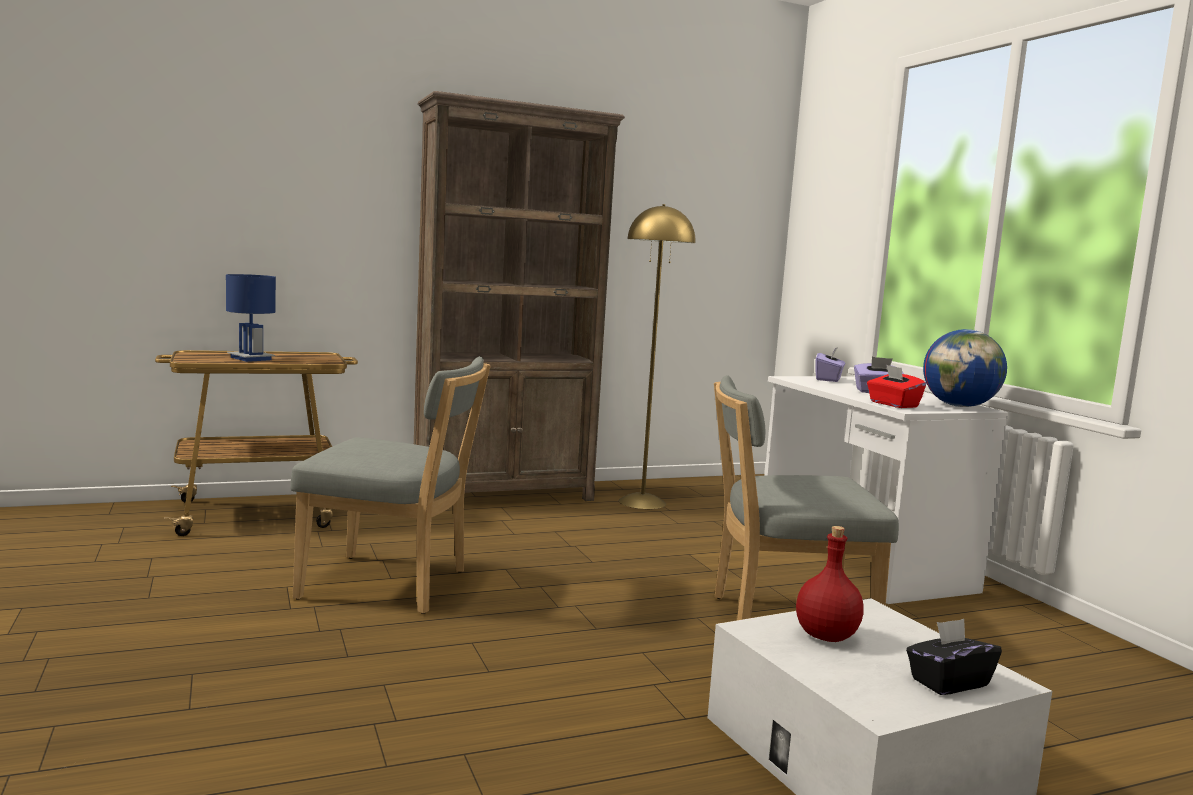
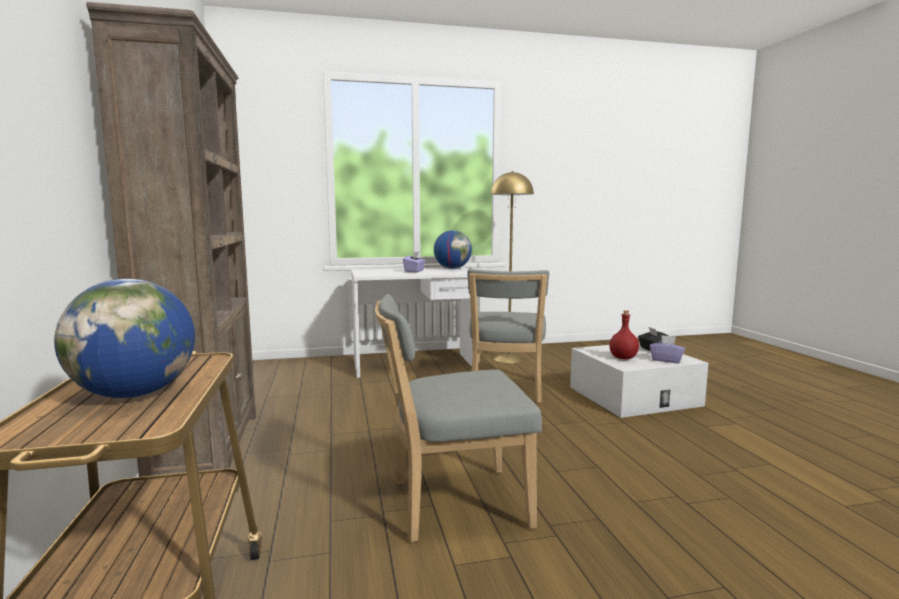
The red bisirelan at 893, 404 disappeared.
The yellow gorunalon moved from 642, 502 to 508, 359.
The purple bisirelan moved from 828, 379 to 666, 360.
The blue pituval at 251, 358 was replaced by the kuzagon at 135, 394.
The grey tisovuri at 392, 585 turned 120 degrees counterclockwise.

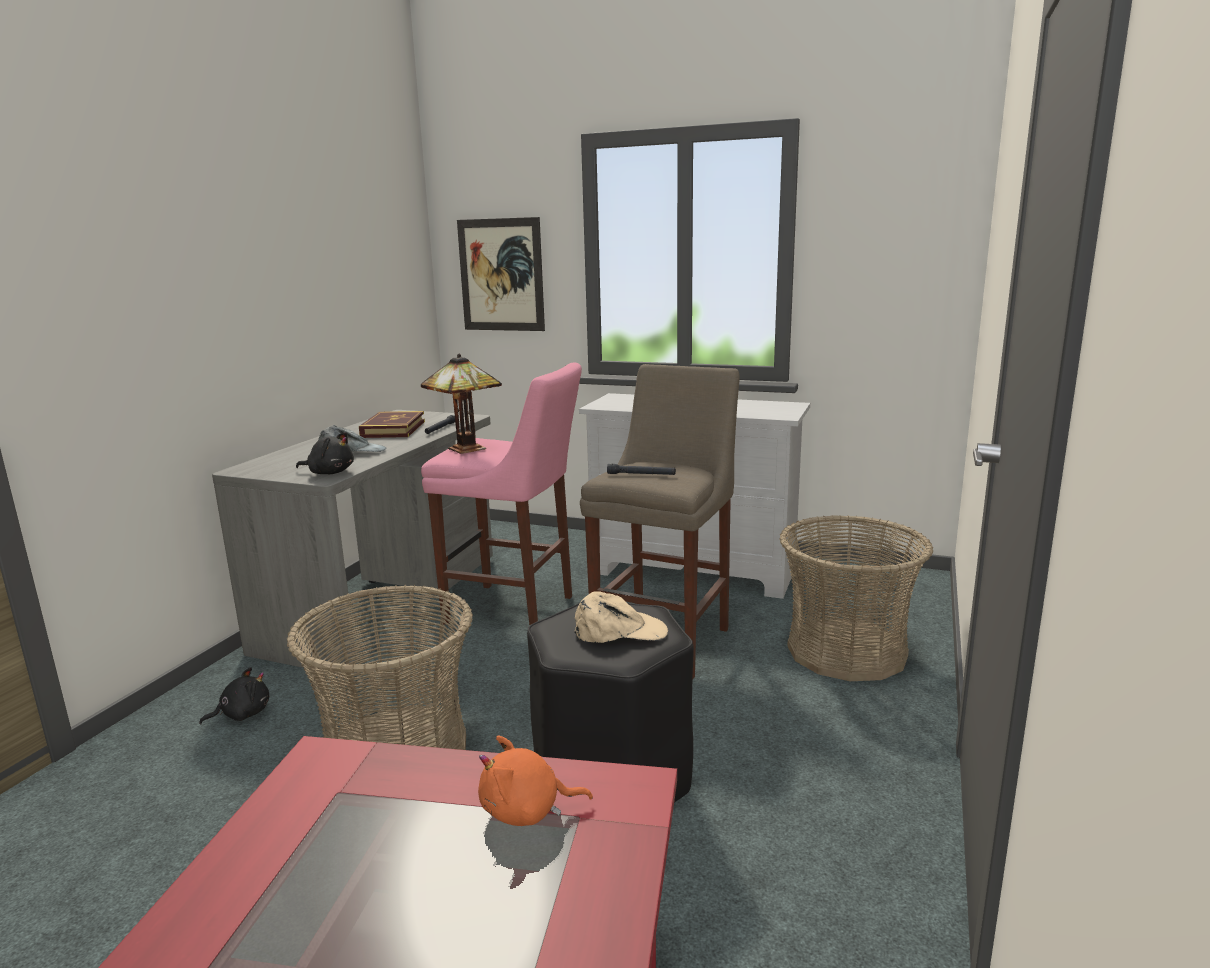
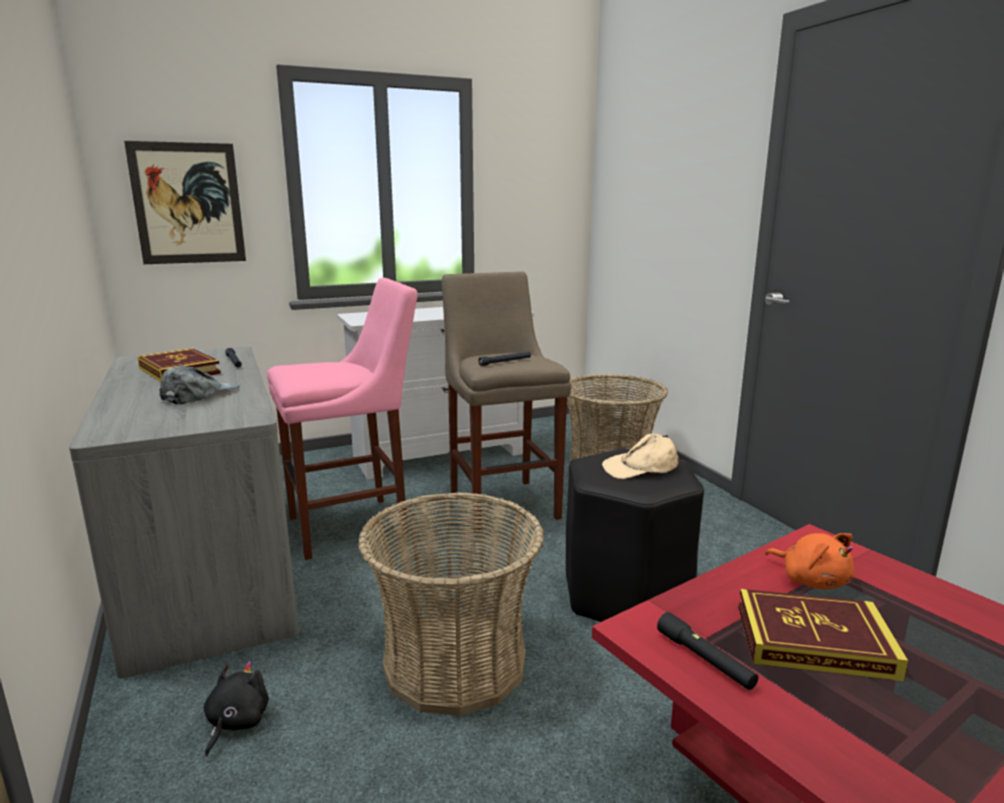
The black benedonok at 329, 472 disappeared.
The pituval at 465, 450 disappeared.
The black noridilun at 705, 659 appeared.
The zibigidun at 814, 641 appeared.
The orange benedonok at 527, 811 turned 75 degrees counterclockwise.
The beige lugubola at 620, 631 turned 150 degrees counterclockwise.

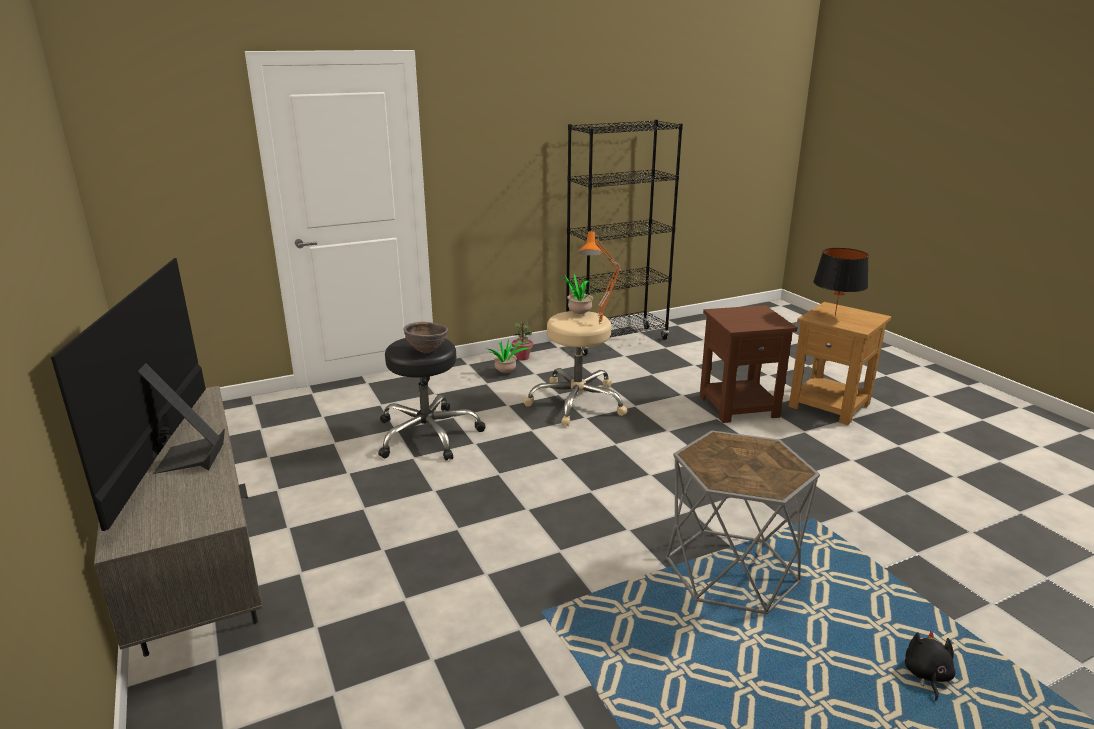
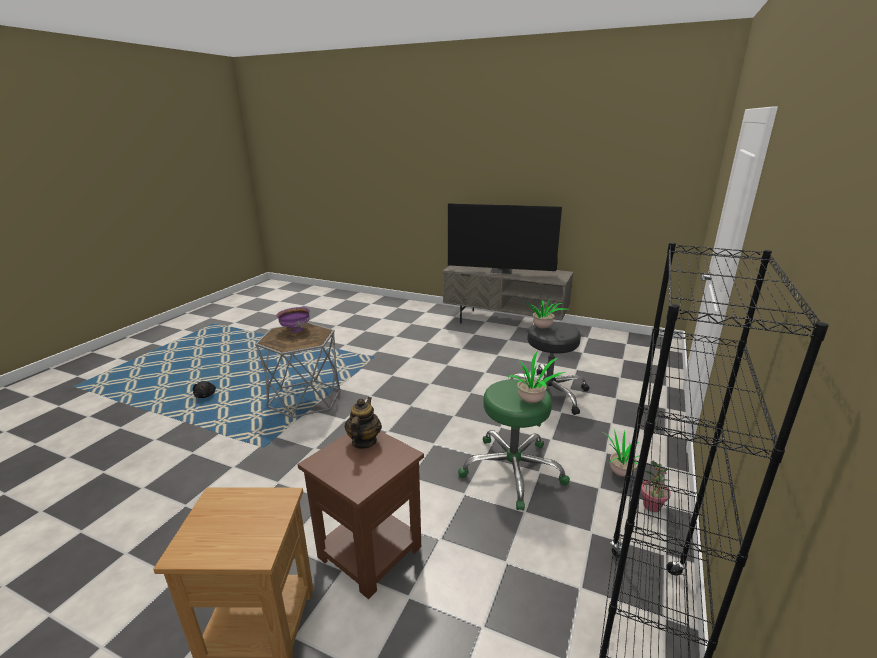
The orange pituval at 601, 324 disappeared.
The black pituval at 834, 316 disappeared.
The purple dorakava at 295, 330 appeared.
The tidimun at 363, 442 appeared.
The brown dorakava at 427, 351 was replaced by the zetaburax at 542, 328.
The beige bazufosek at 576, 402 became the green bazufosek at 513, 470.
The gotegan at 180, 459 turned 150 degrees clockwise.

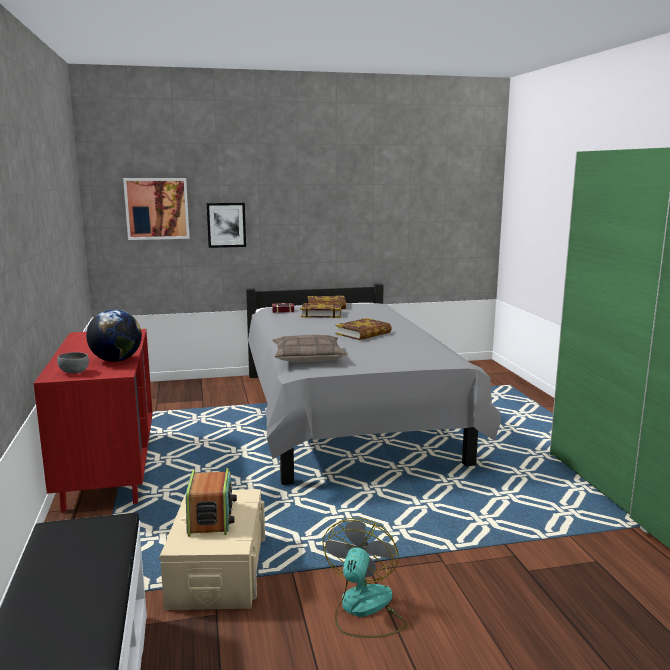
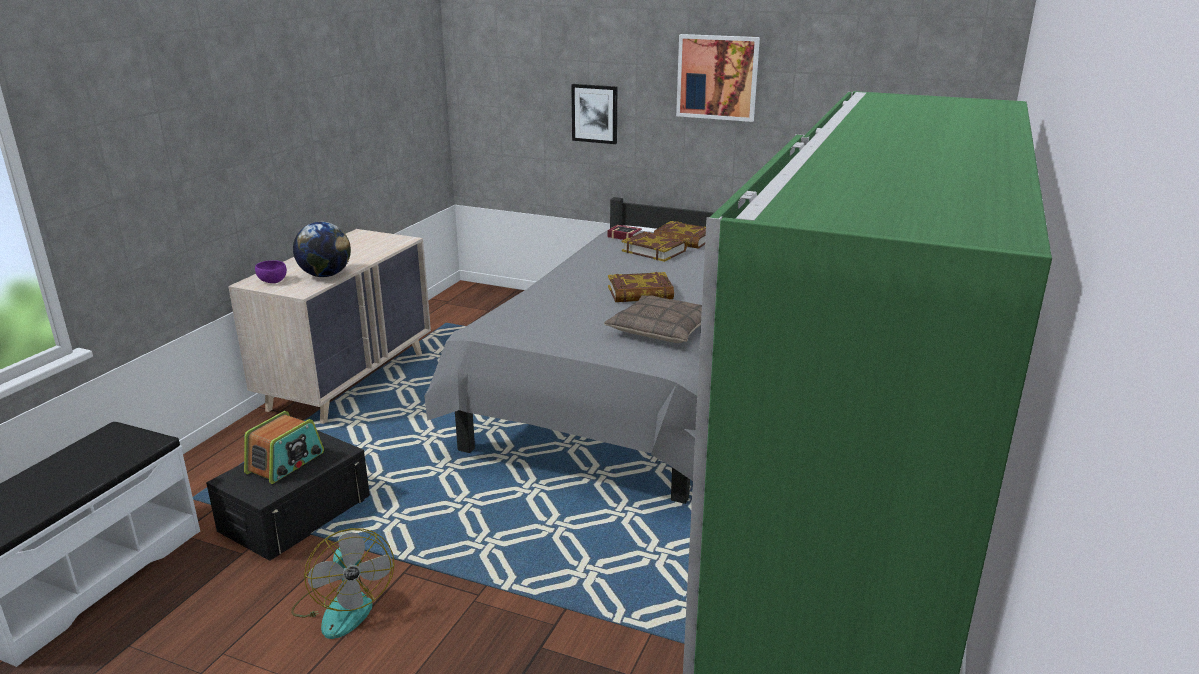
The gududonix moved from 157, 208 to 717, 77.
The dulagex moved from 308, 357 to 662, 329.
The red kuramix at 109, 469 became the beige kuramix at 349, 380.
The grey dorakava at 74, 372 became the purple dorakava at 273, 281.
The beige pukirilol at 217, 569 became the black pukirilol at 295, 513.
The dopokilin at 364, 609 turned 105 degrees clockwise.

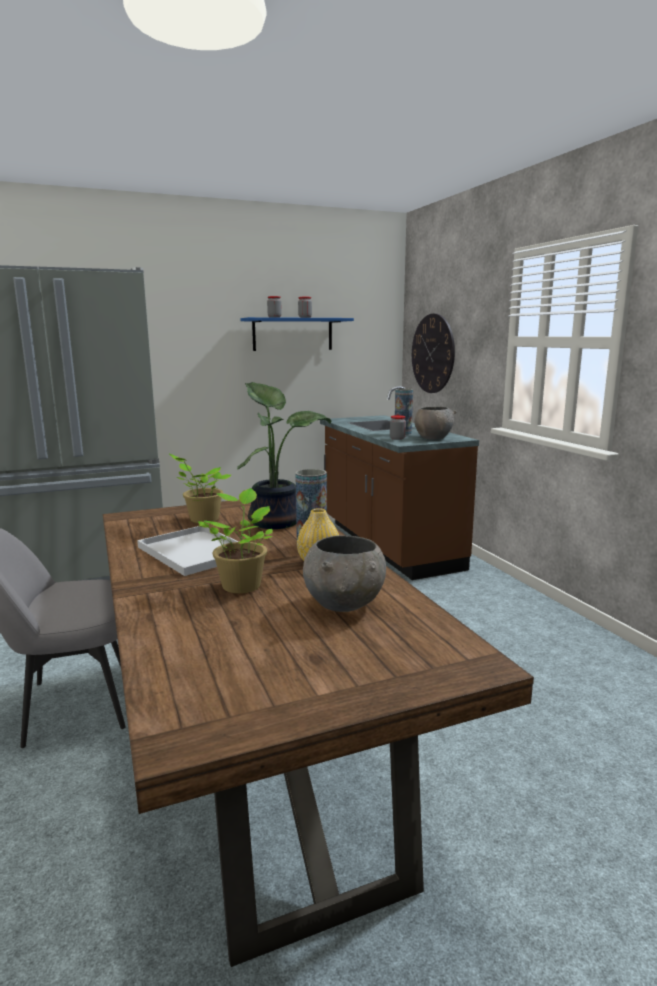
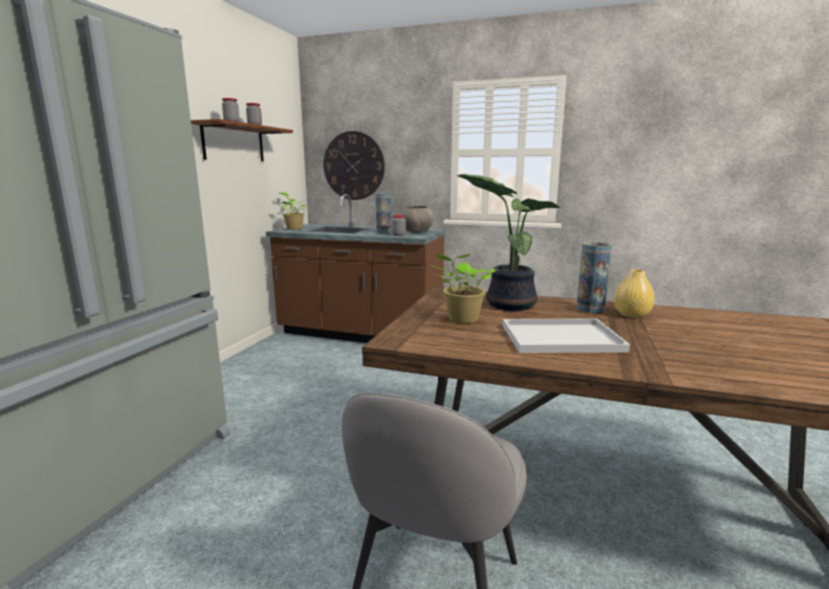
The grey dorakava at 345, 604 disappeared.
The zetaburax moved from 242, 584 to 293, 228.
The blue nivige at 292, 334 became the brown nivige at 234, 143.

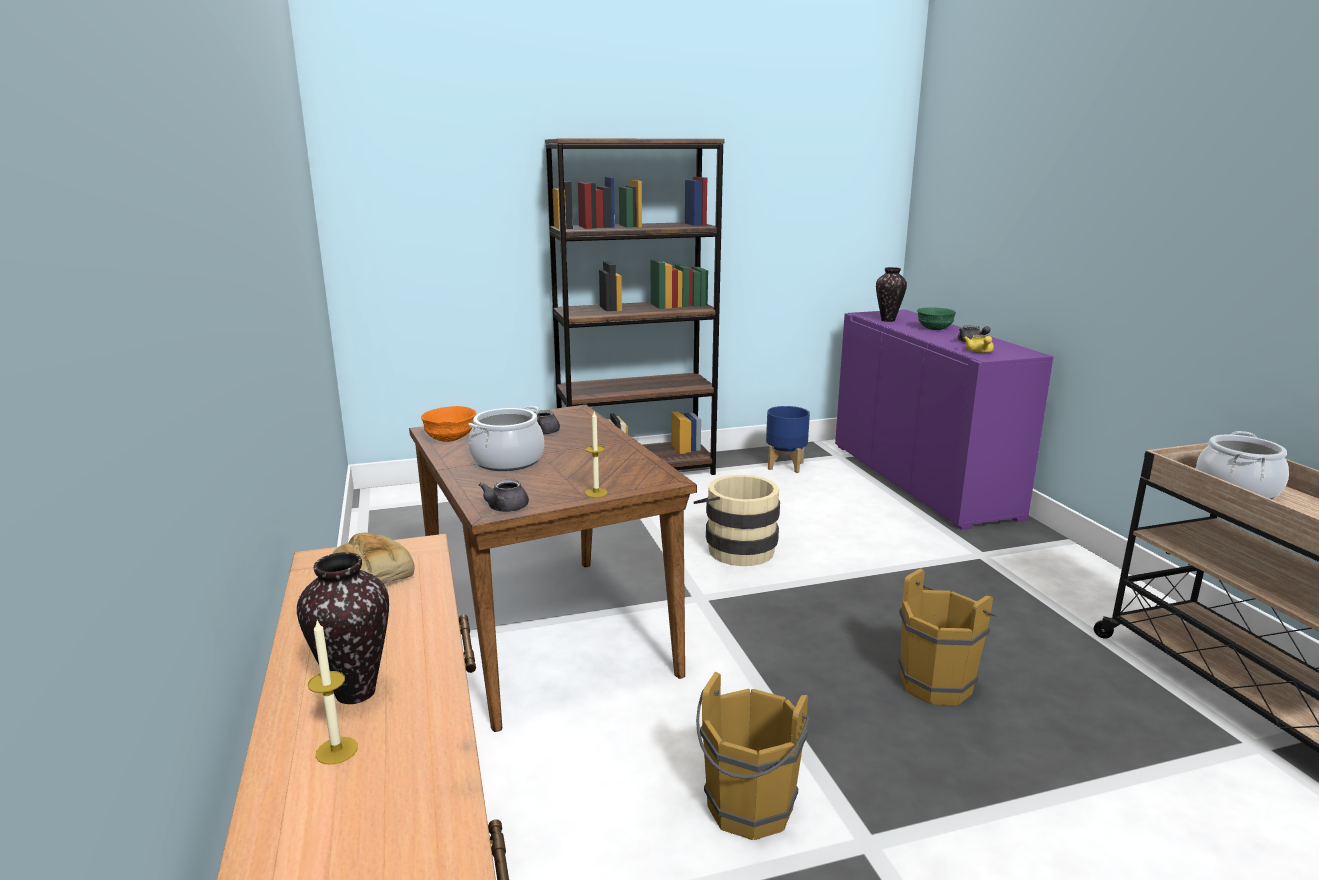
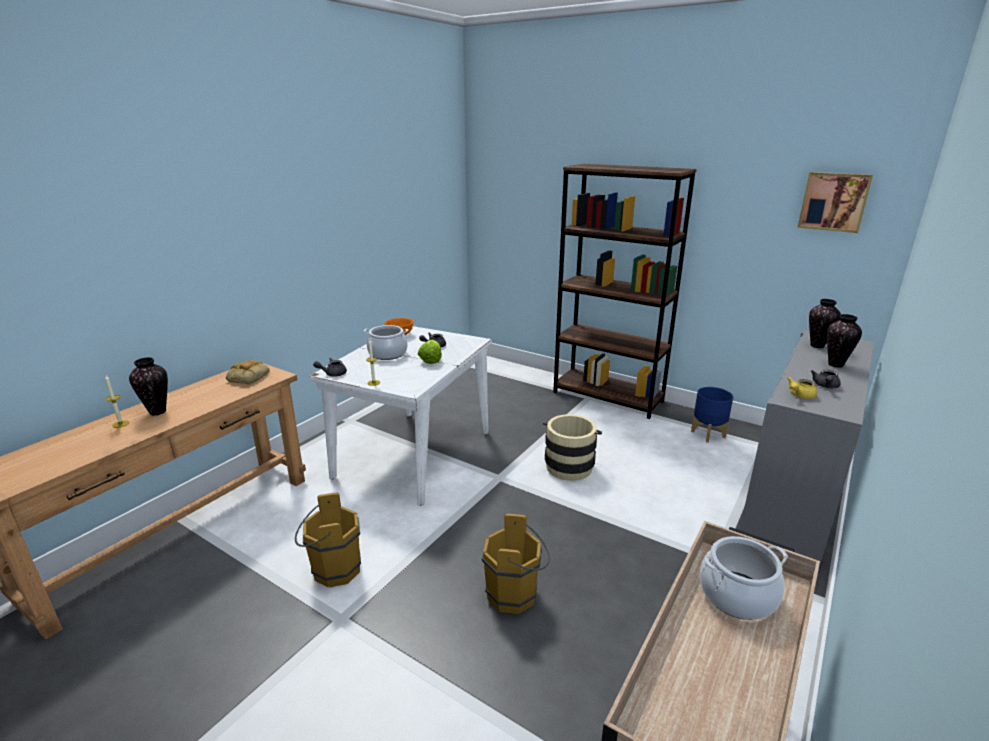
The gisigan at 430, 360 appeared.
The gududonix at 834, 201 appeared.
The green dorakava at 935, 328 was replaced by the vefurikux at 836, 365.
The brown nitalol at 549, 634 became the white nitalol at 413, 454.
The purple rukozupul at 920, 479 became the grey rukozupul at 794, 491.

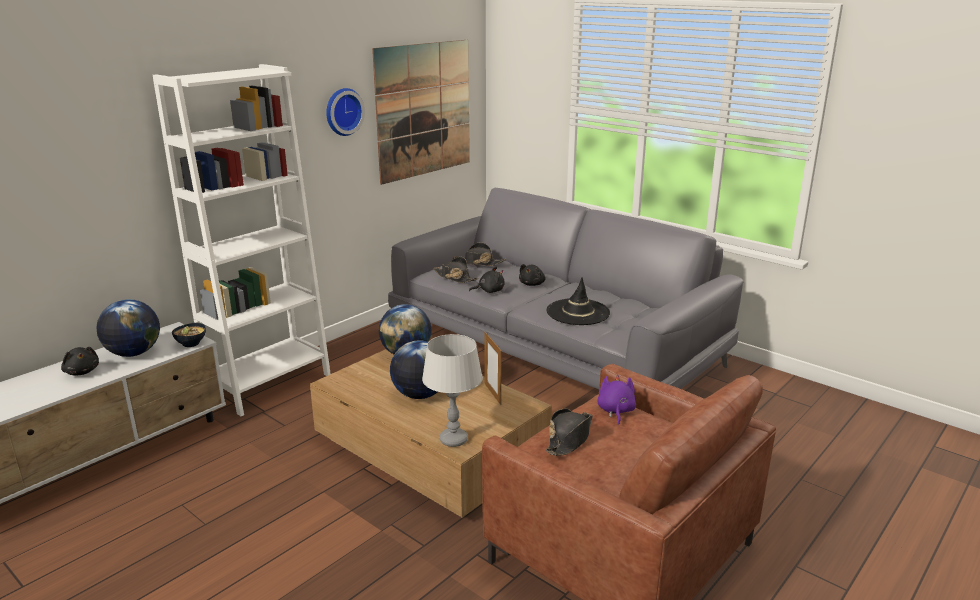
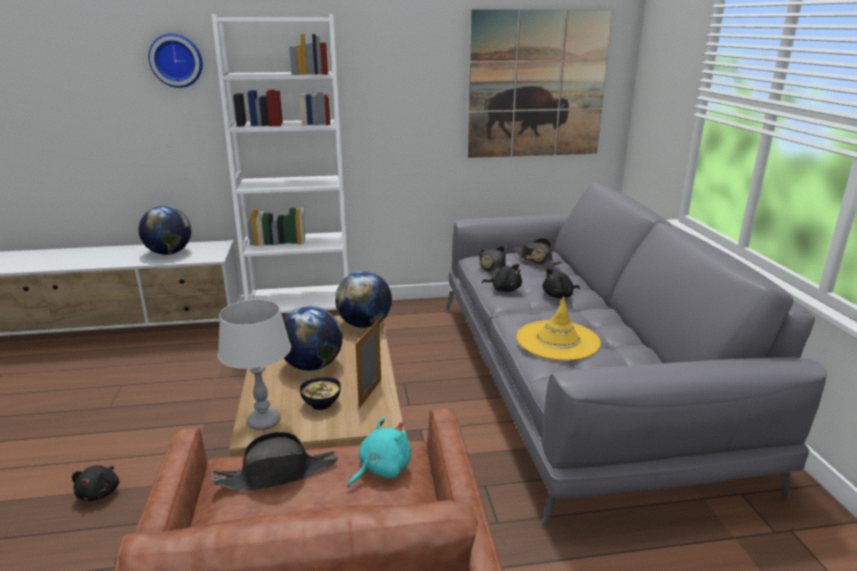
The black benedonok moved from 82, 371 to 100, 492.
The dorakava moved from 190, 343 to 321, 404.
The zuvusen moved from 342, 111 to 176, 60.
The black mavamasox at 578, 312 became the yellow mavamasox at 557, 340.
The purple benedonok at 615, 411 became the turquoise benedonok at 381, 469.

